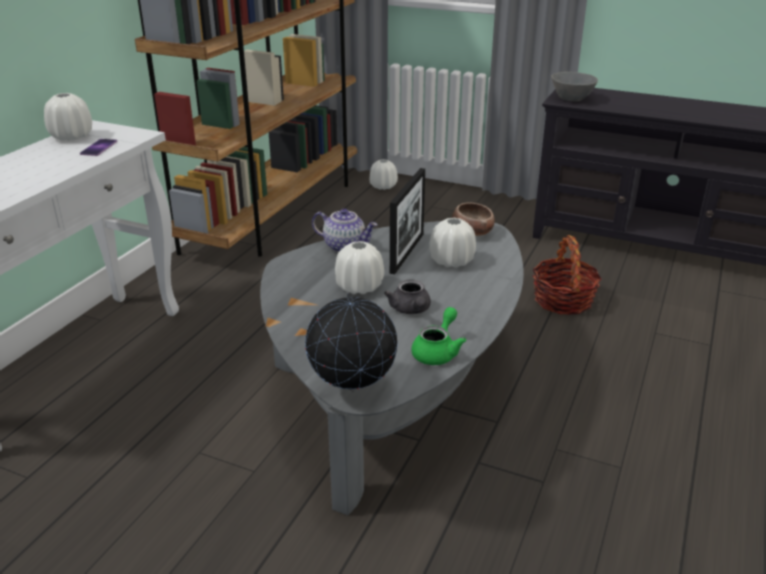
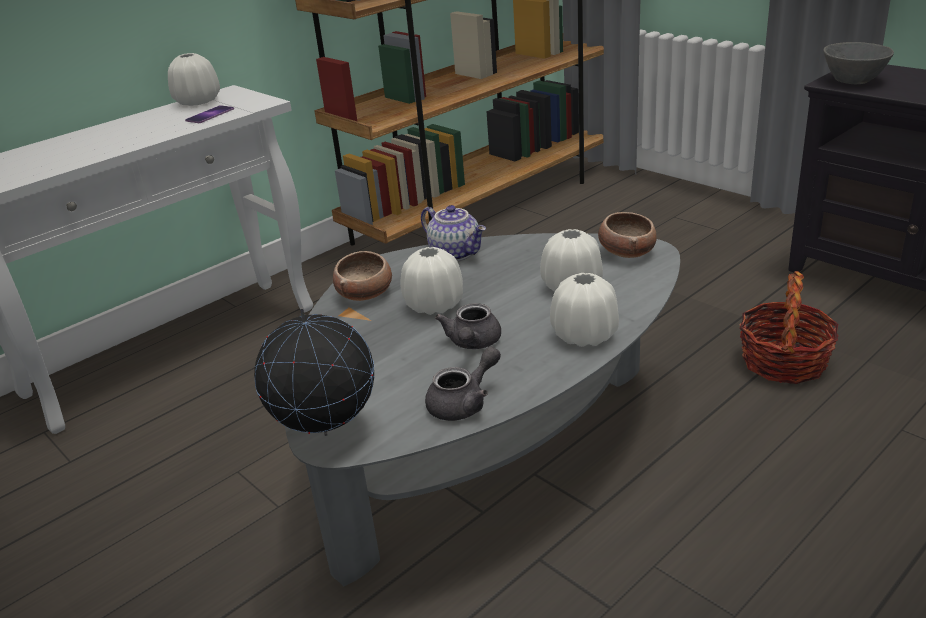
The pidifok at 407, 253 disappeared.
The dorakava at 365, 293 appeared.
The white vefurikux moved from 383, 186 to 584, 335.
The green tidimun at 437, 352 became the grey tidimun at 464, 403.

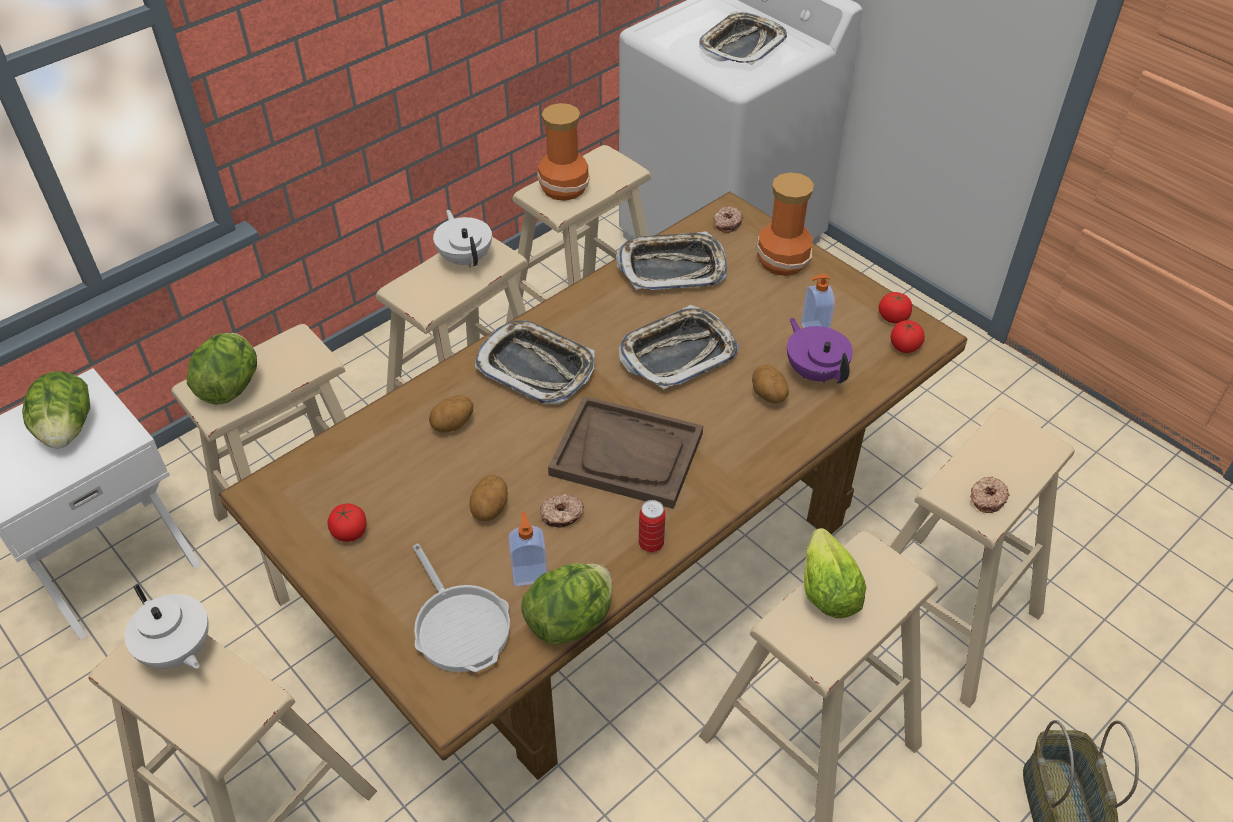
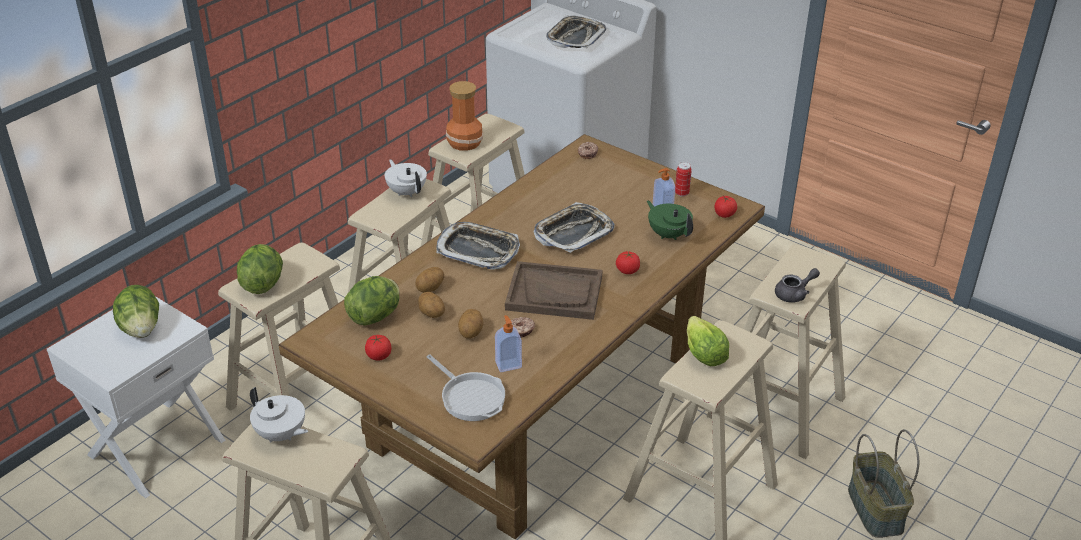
The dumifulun at 672, 268 disappeared.
The vefurikux at 781, 260 disappeared.
The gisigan moved from 571, 620 to 375, 316.
The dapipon moved from 651, 544 to 681, 193.
The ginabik moved from 768, 396 to 431, 314.
The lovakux moved from 893, 317 to 627, 270.
The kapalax at 986, 498 was replaced by the grey tidimun at 794, 294.
The purple tidimun at 815, 371 became the green tidimun at 668, 234.

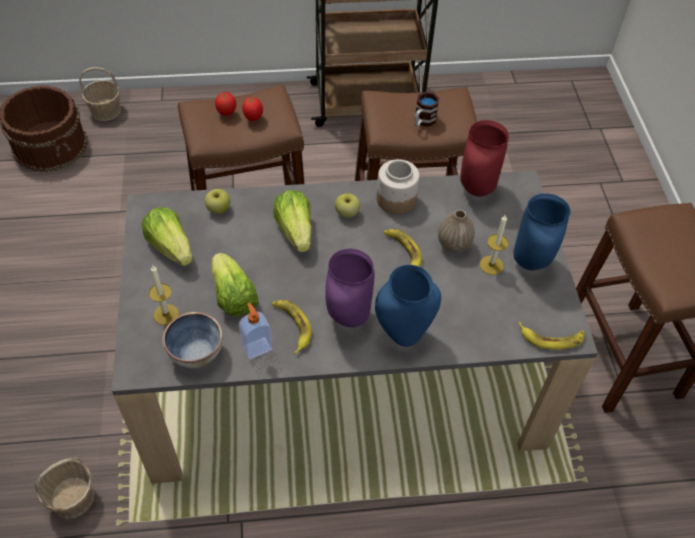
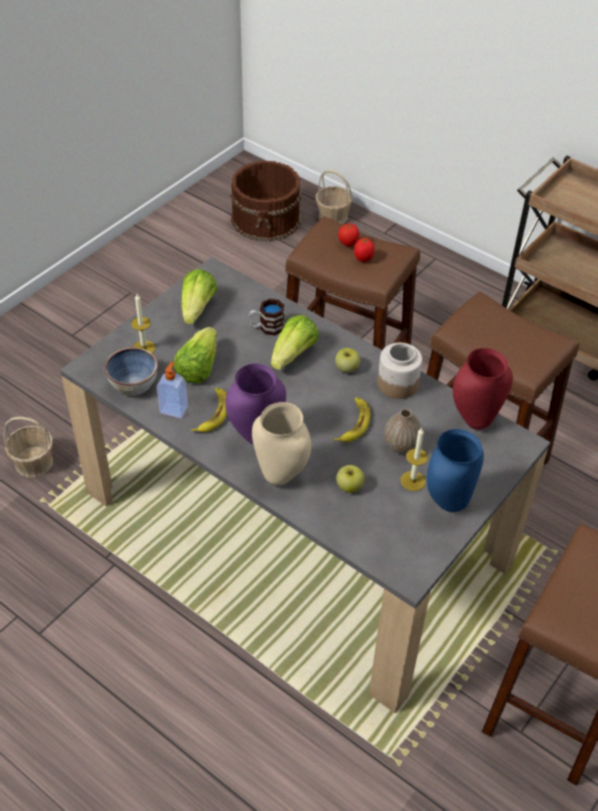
The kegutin at 551, 338 disappeared.
The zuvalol moved from 218, 209 to 349, 486.
The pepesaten moved from 422, 121 to 266, 327.
The blue vefurikux at 403, 336 became the beige vefurikux at 280, 477.

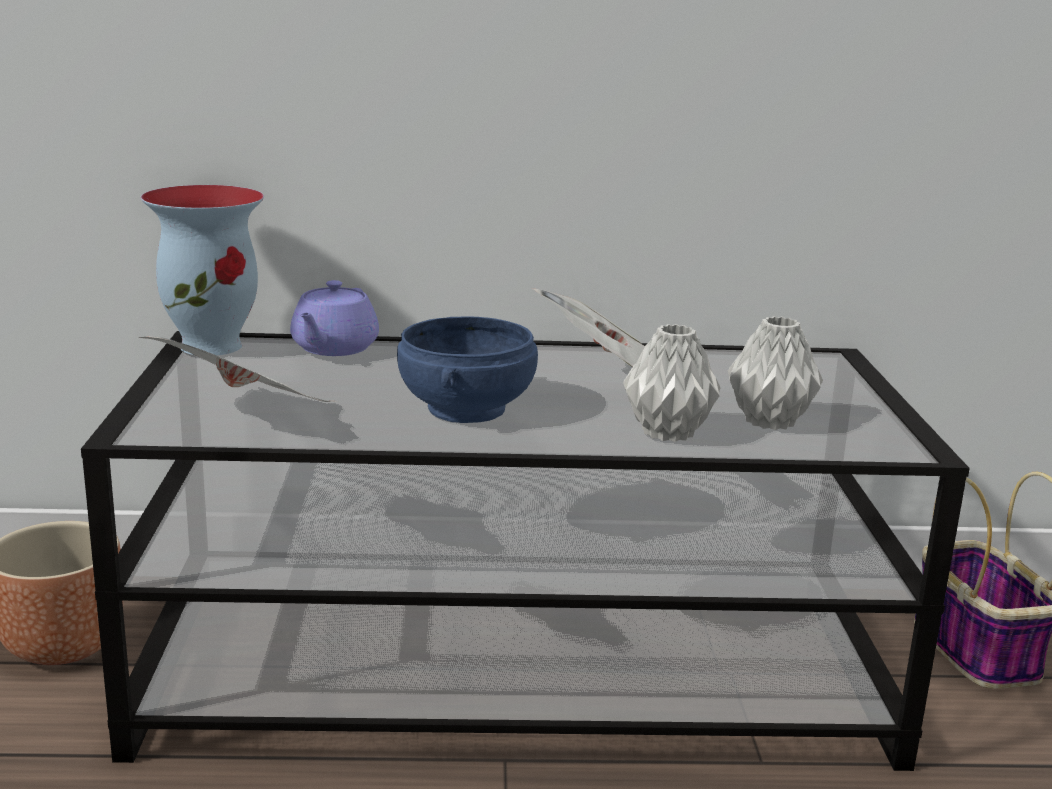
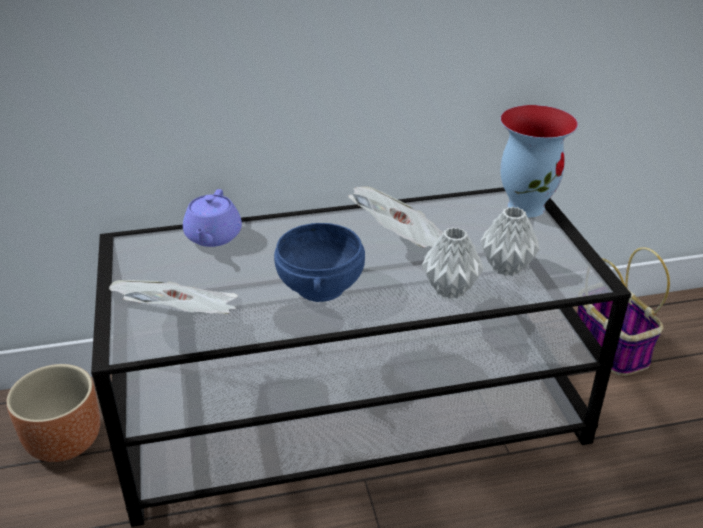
The vefurikux moved from 213, 345 to 526, 206.

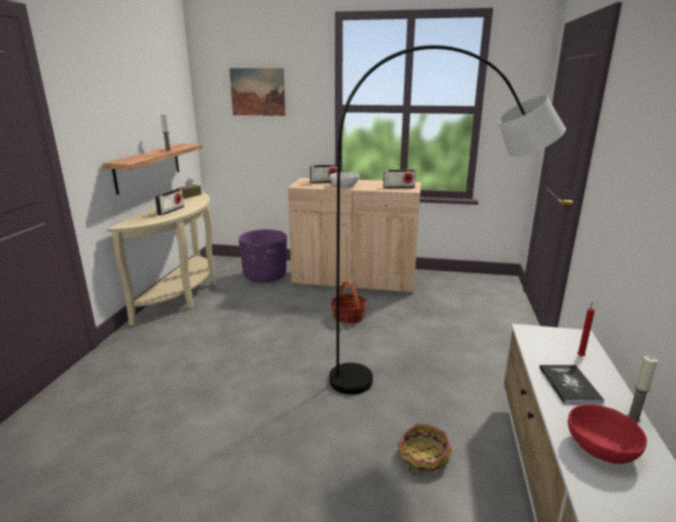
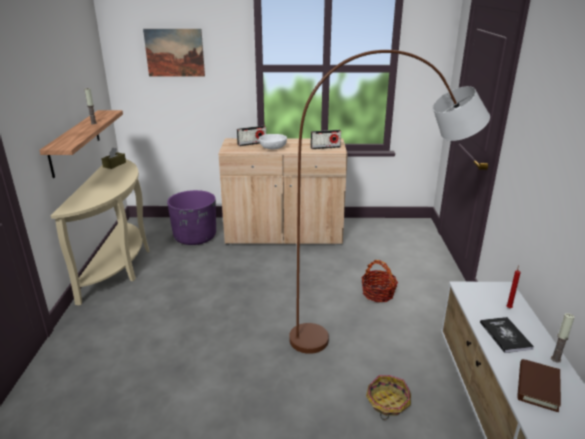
The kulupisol at 171, 211 disappeared.
The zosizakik moved from 348, 316 to 378, 294.
The red dorakava at 601, 448 was replaced by the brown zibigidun at 537, 387.
The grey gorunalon at 431, 375 became the brown gorunalon at 377, 327.

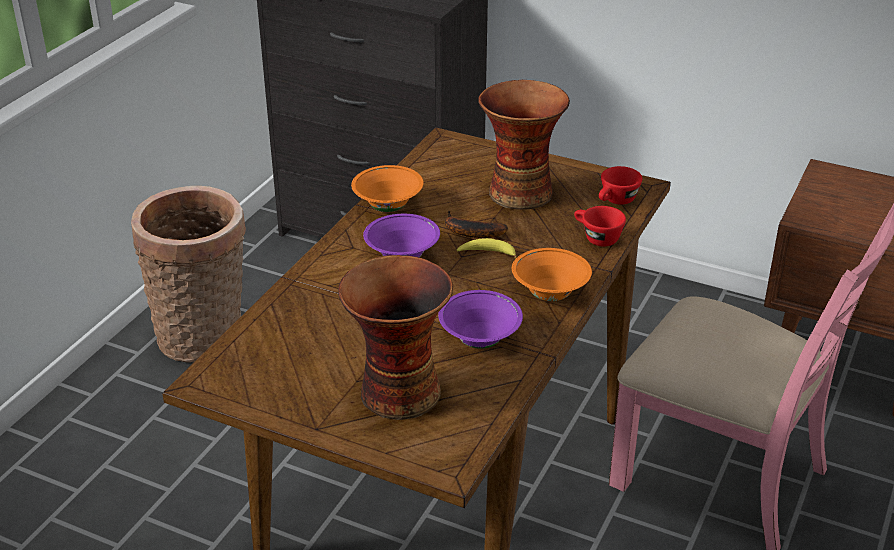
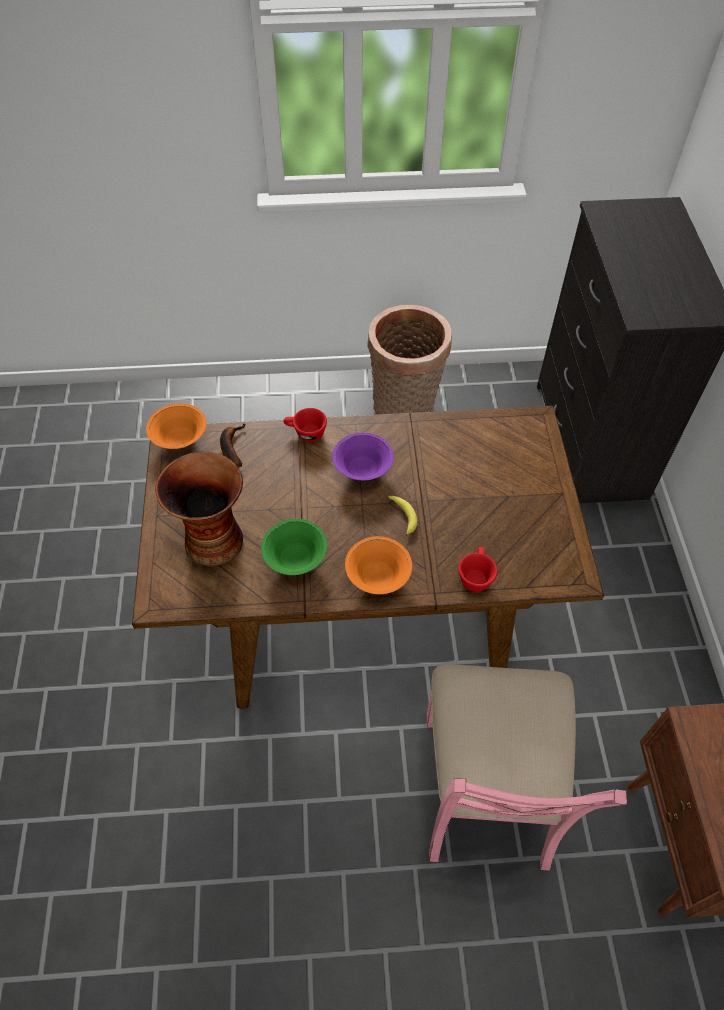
The vefurikux at 519, 192 disappeared.
The orange dorakava moved from 388, 207 to 180, 440.
The kegutin moved from 469, 232 to 231, 447.
The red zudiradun moved from 616, 201 to 305, 434.
The purple dorakava at 479, 340 became the green dorakava at 296, 559.

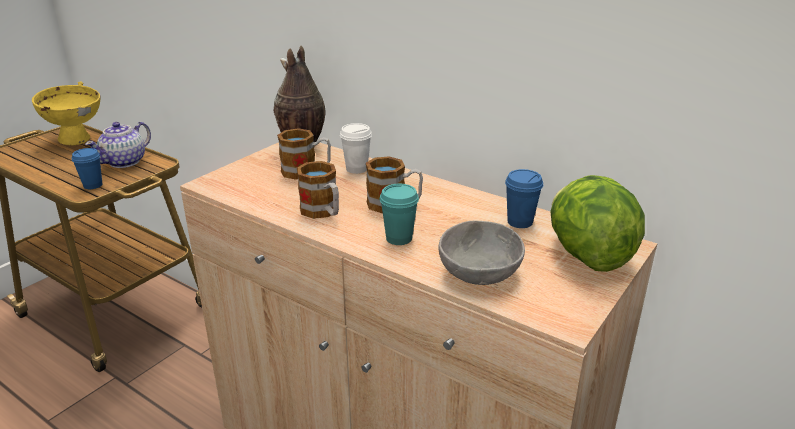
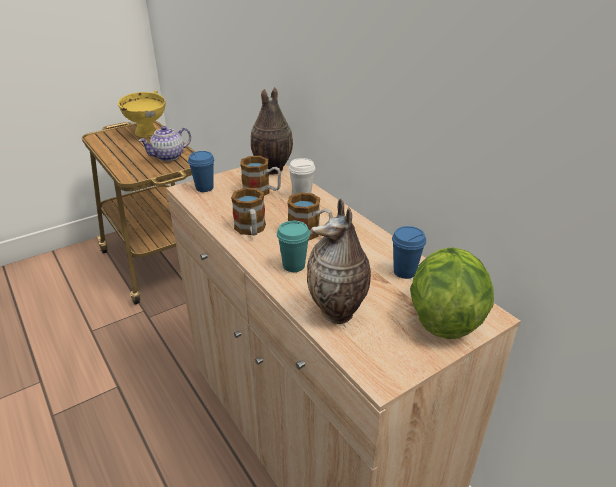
The blue zudiradun moved from 93, 185 to 204, 188.
The grey dorakava at 481, 274 was replaced by the vefurikux at 338, 313.

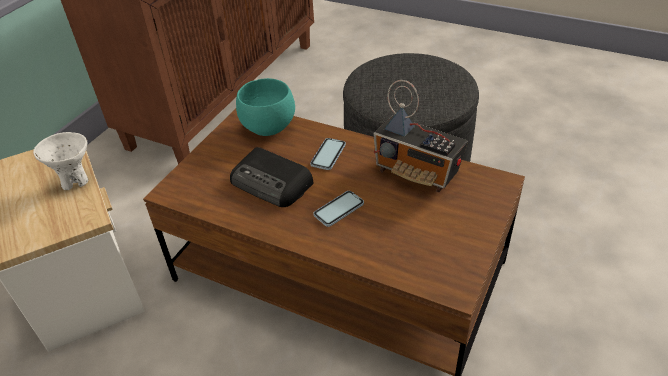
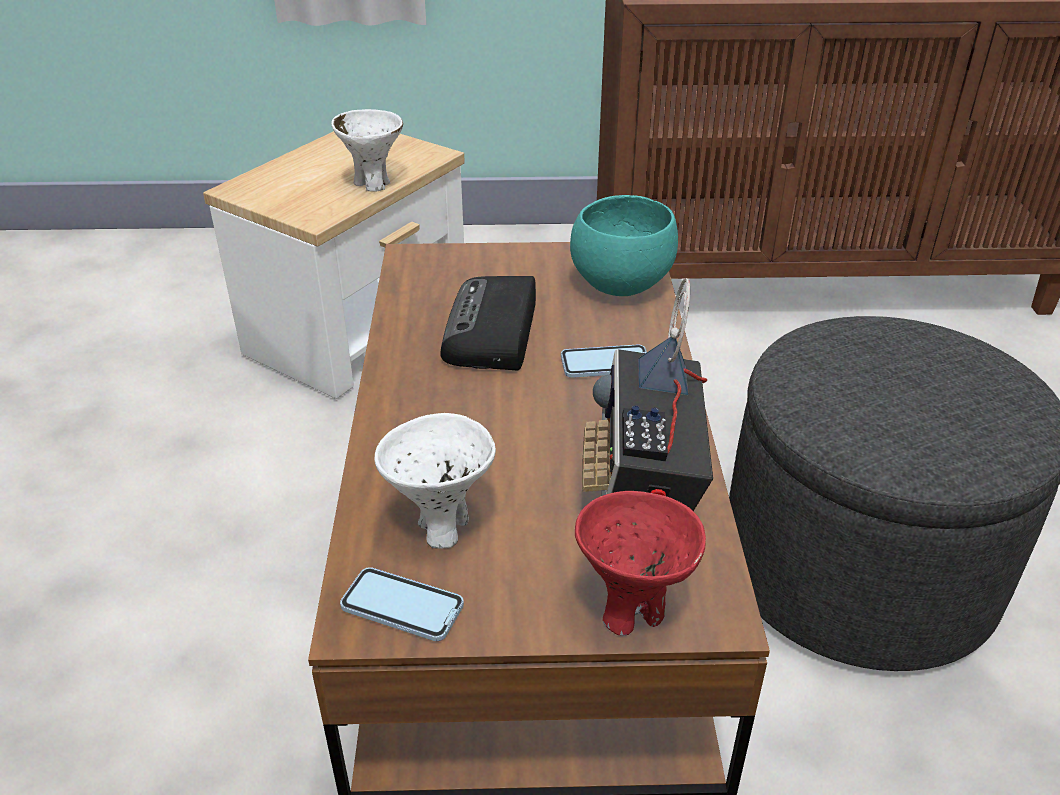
The white dorakava at 442, 527 appeared.
The red dorakava at 632, 612 appeared.
The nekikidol moved from 339, 210 to 402, 606.

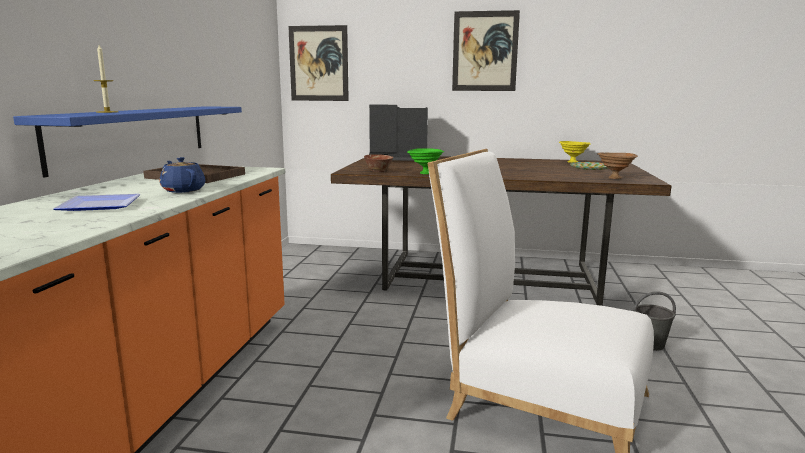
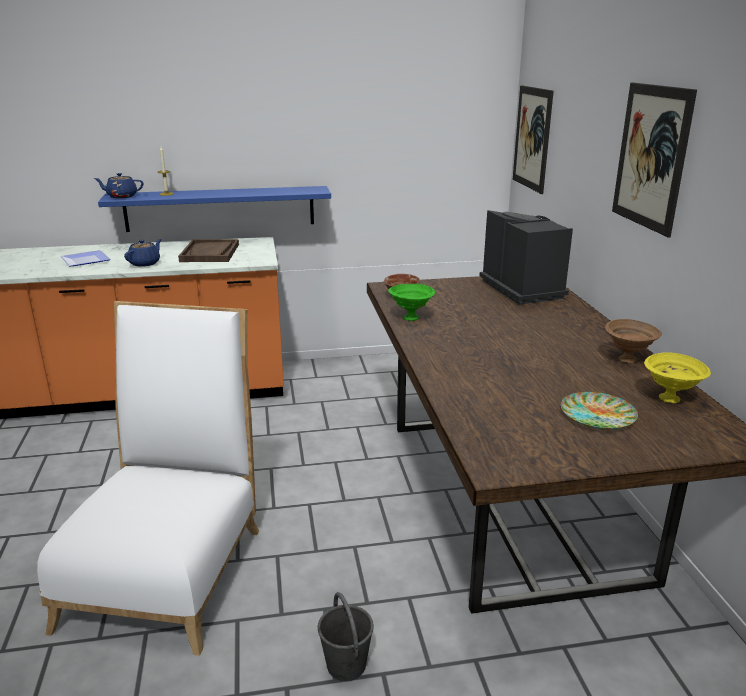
The blue tidimun at 121, 196 appeared.
The brown dorakava moved from 614, 178 to 628, 359.

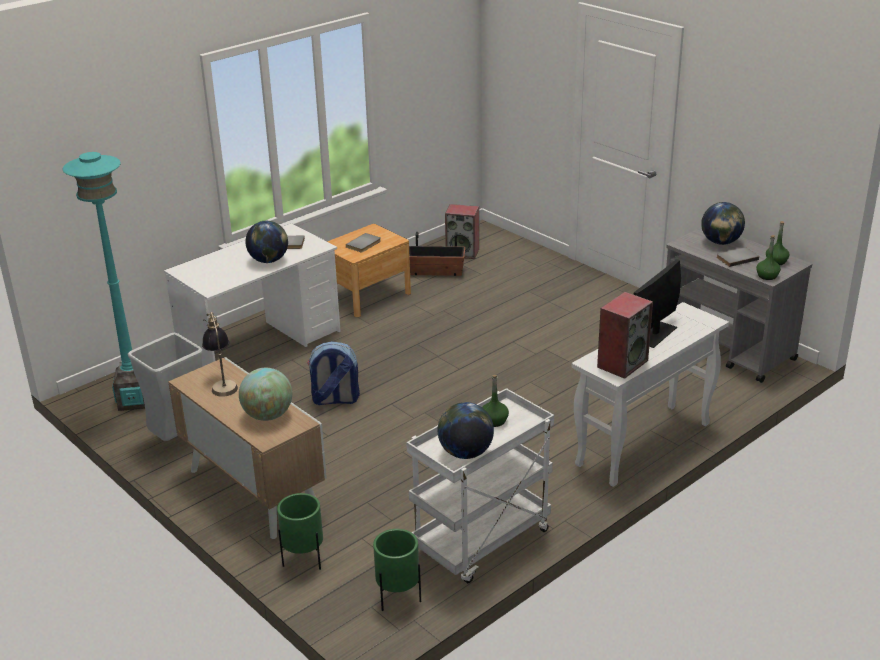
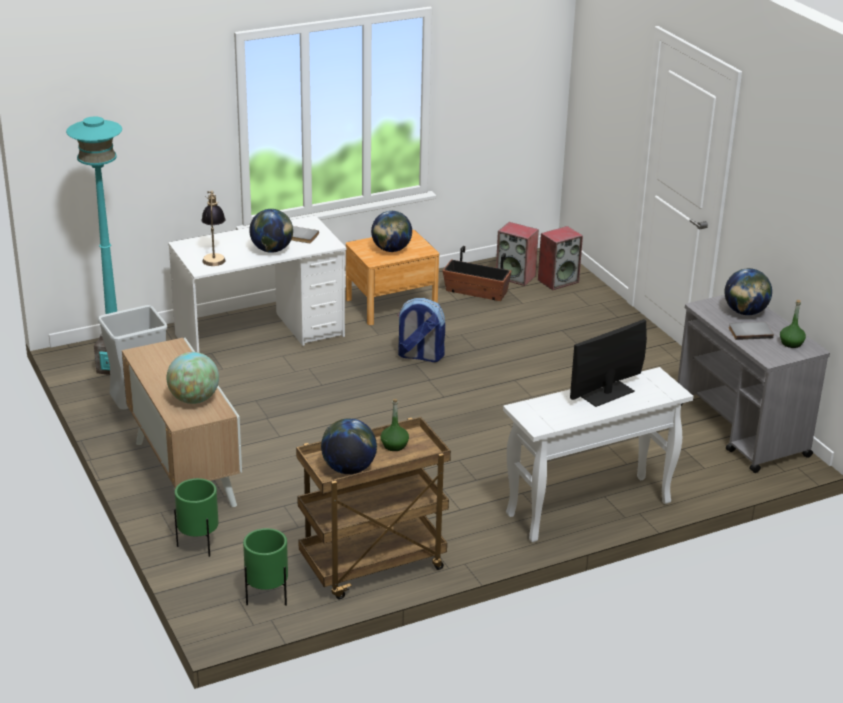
The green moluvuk at 767, 276 disappeared.
The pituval moved from 222, 383 to 214, 256.
The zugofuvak moved from 335, 400 to 419, 356.
The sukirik moved from 622, 363 to 558, 281.
The grey zibigidun at 364, 244 was replaced by the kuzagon at 391, 250.
The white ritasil at 482, 543 became the brown ritasil at 372, 567.

